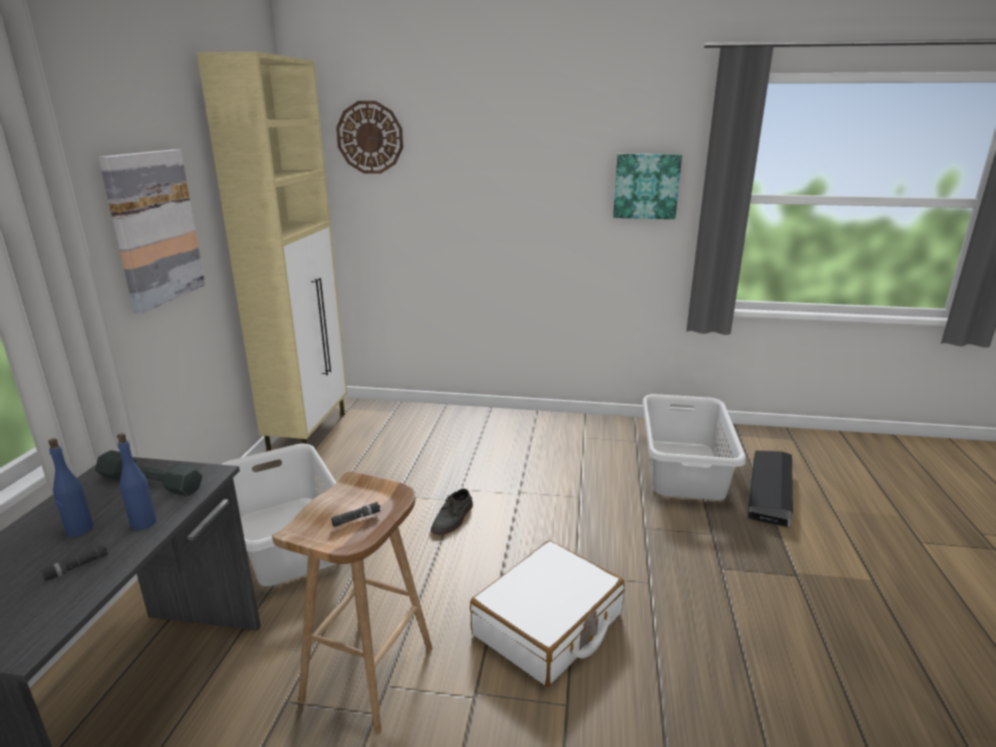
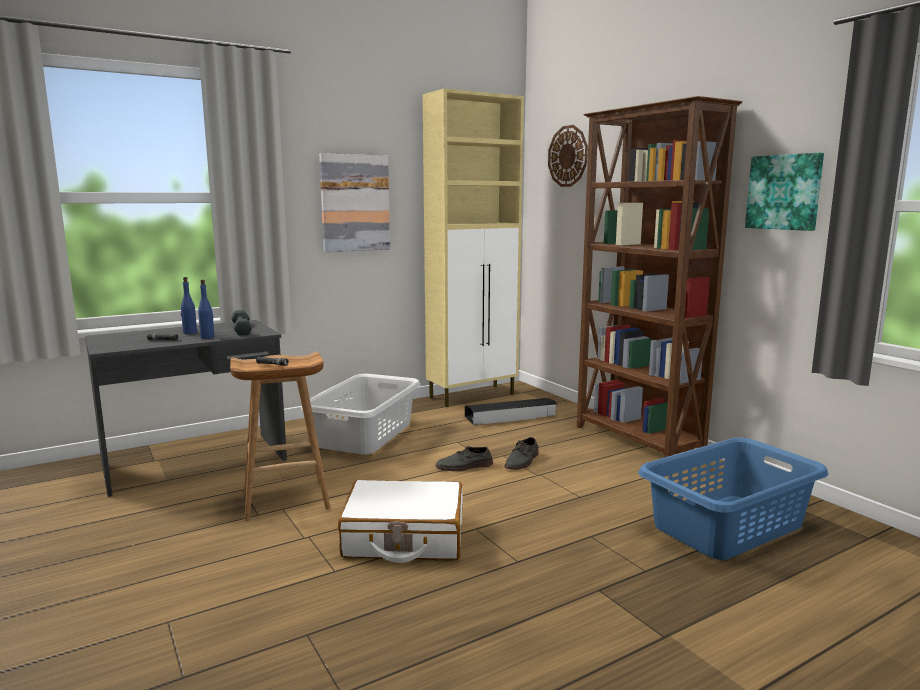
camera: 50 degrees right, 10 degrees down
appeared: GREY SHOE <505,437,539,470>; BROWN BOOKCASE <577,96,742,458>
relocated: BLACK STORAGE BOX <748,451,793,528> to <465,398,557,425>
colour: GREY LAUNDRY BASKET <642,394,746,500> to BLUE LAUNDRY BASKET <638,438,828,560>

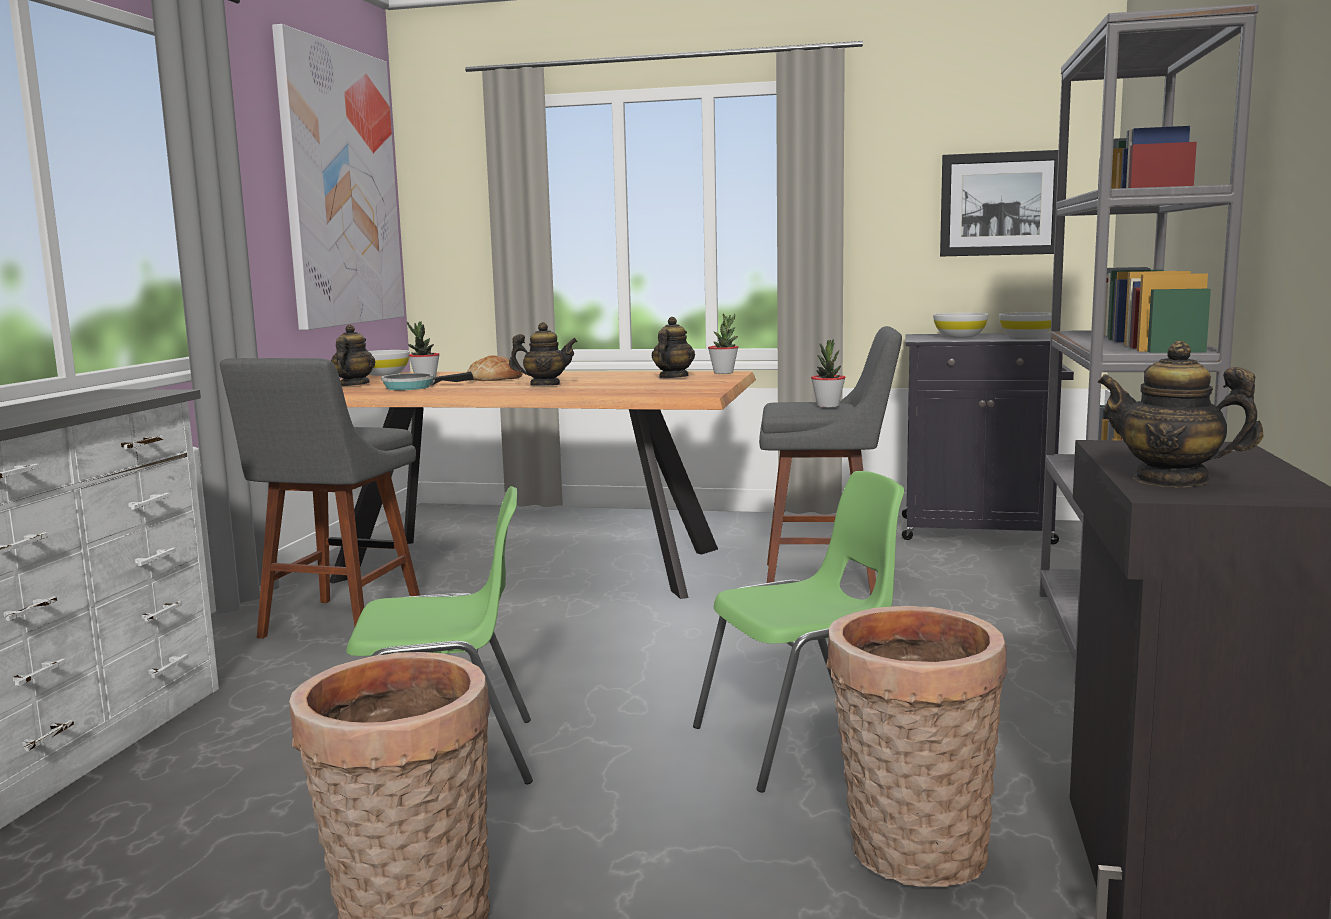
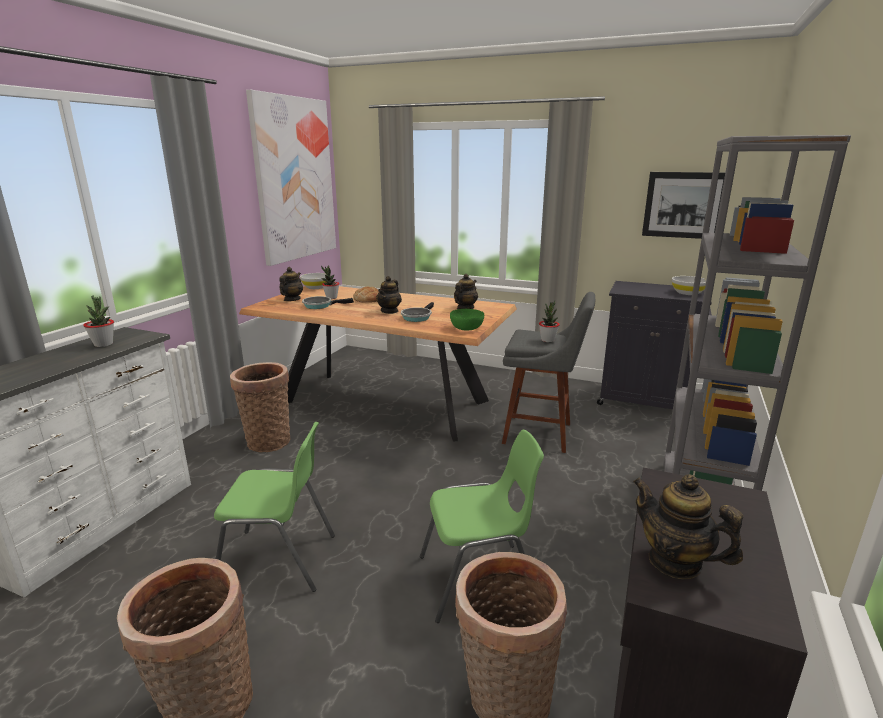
camera: 10 degrees right, 10 degrees up
missing: WHITE BOWL <933,313,989,338>
appeared: FRYING PAN <401,302,434,322>; GREEN BOWL <450,309,484,331>
relocated: POTTED PLANT <708,314,738,374> to <83,296,114,347>
exchanged: GREY STOOL <220,358,420,639> to BASKET <230,362,290,452>
spun: TEAPOT <509,322,578,386> = <376,276,402,314> 105 degrees clockwise

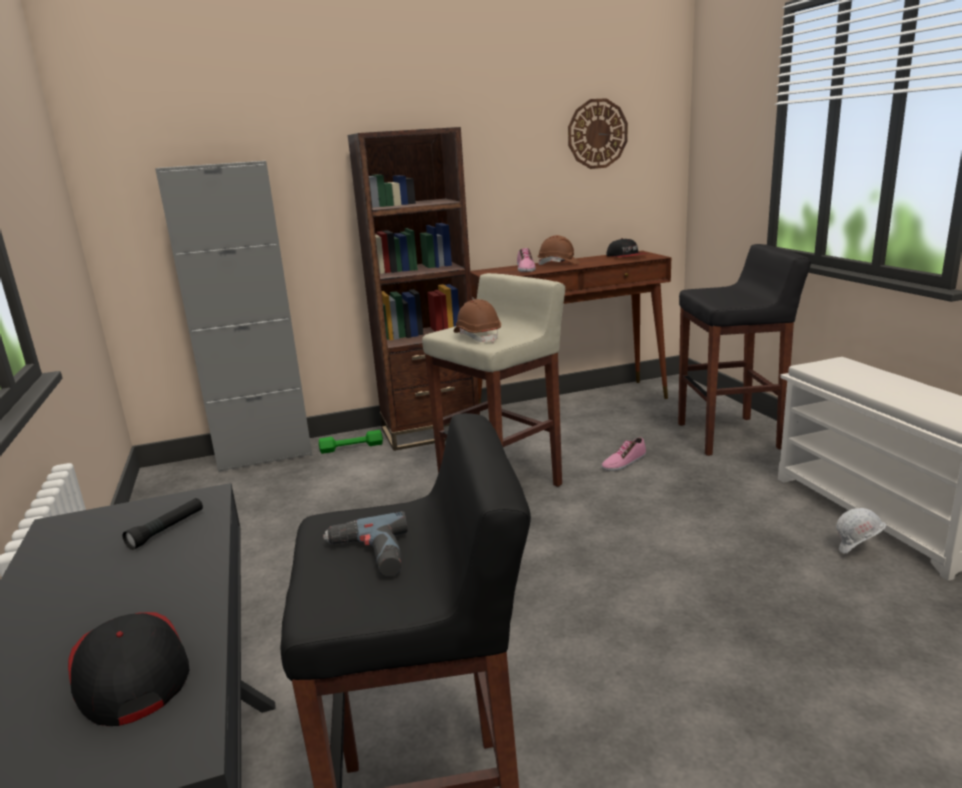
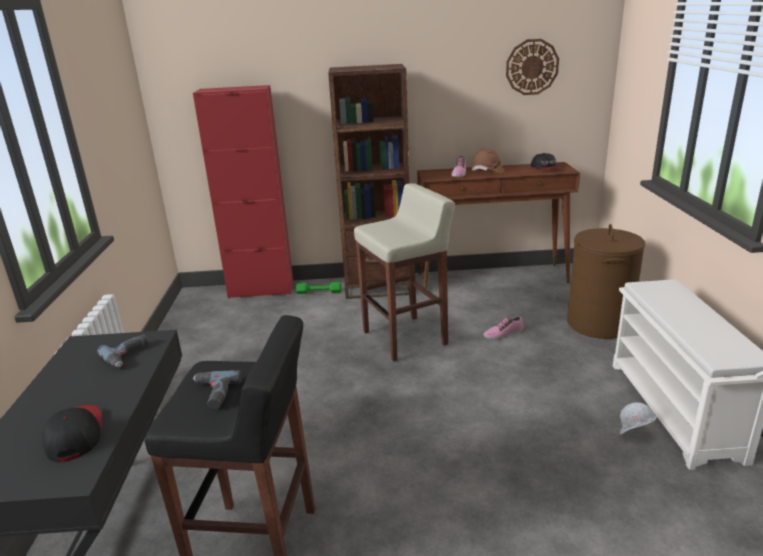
camera: 15 degrees right, 5 degrees up
missing: BROWN HARD HAT <454,299,501,343>
exchanged: BLACK FLASHLIGHT <122,498,203,550> to POWER DRILL <97,335,148,368>; BLACK STOOL <678,244,811,456> to BROWN LAUNDRY BASKET <567,224,646,339>
colour: GREY CABINET <155,161,312,473> to RED CABINET <193,85,294,299>

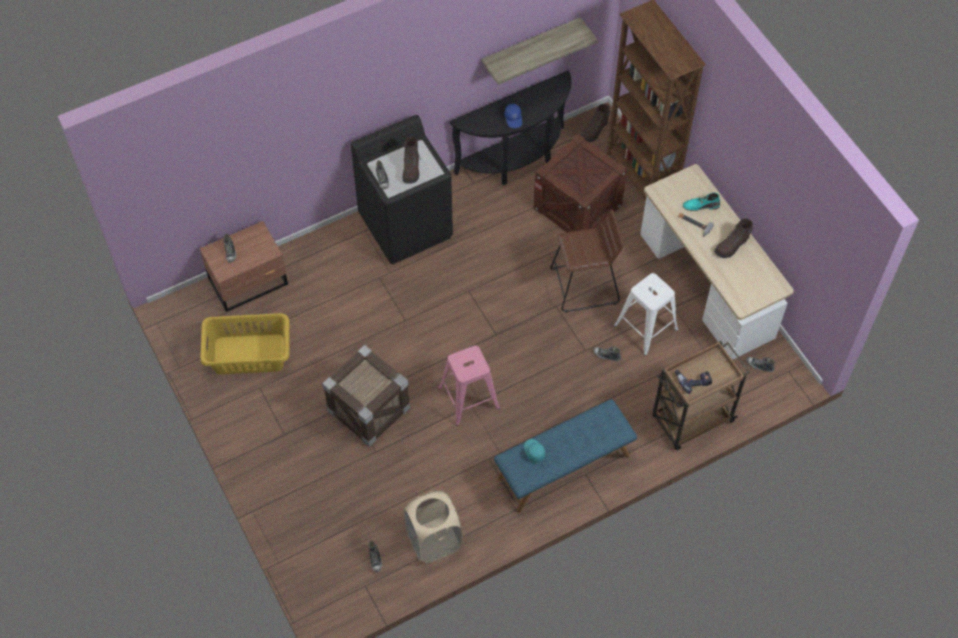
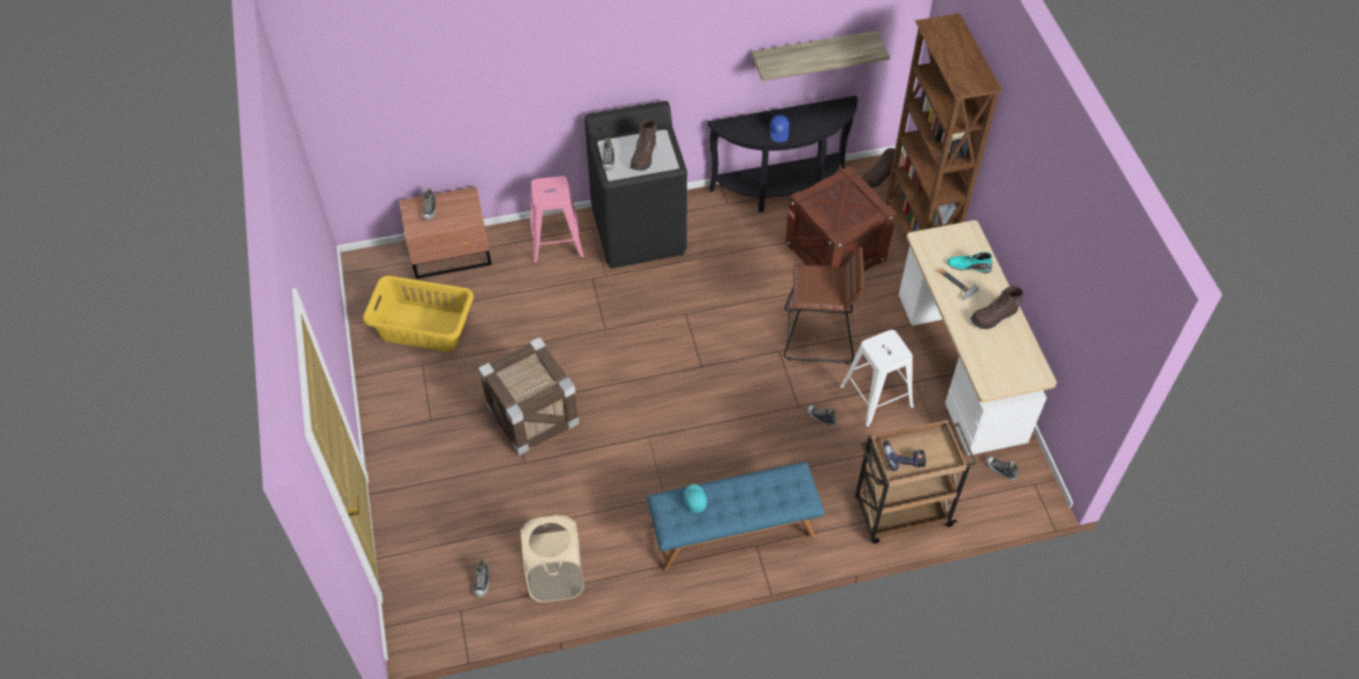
camera: 15 degrees right, 5 degrees down
relocated: PINK STOOL <438,345,500,426> to <529,176,584,264>

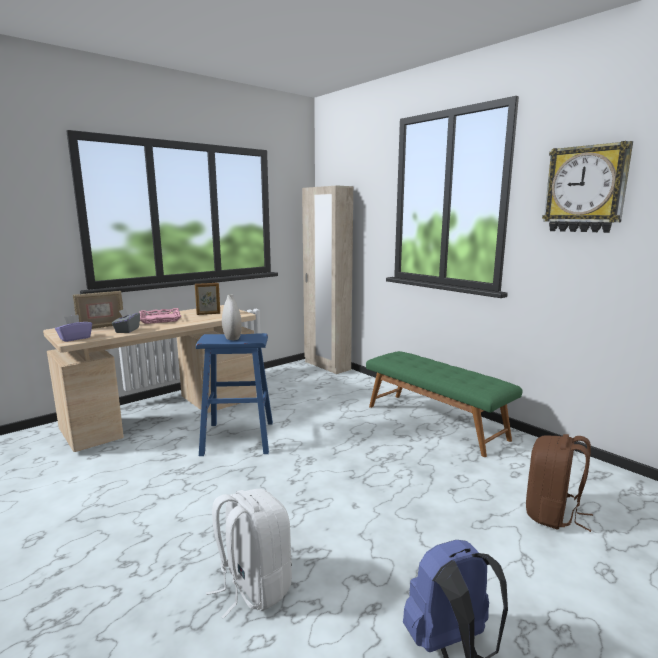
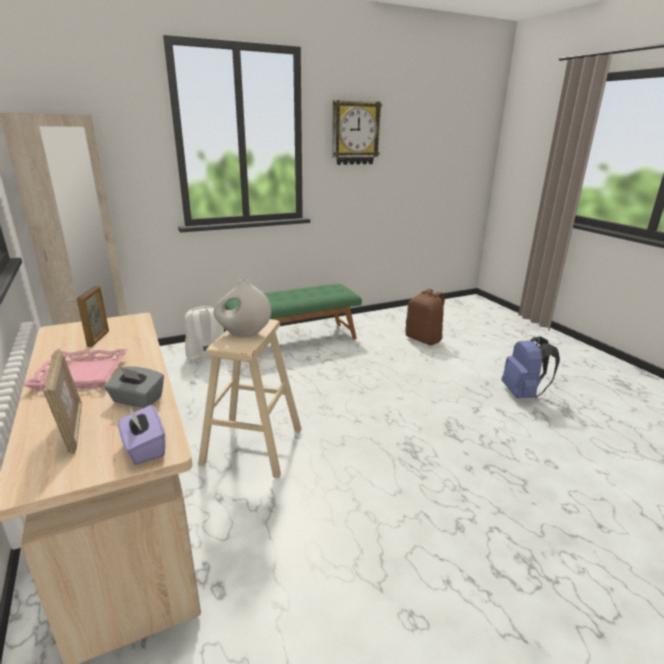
camera: 75 degrees left, 10 degrees up
relocated: WHITE BACKPACK <206,489,292,619> to <185,306,224,367>
colour: BLUE STOOL <196,333,273,456> to BEIGE STOOL <198,319,302,478>

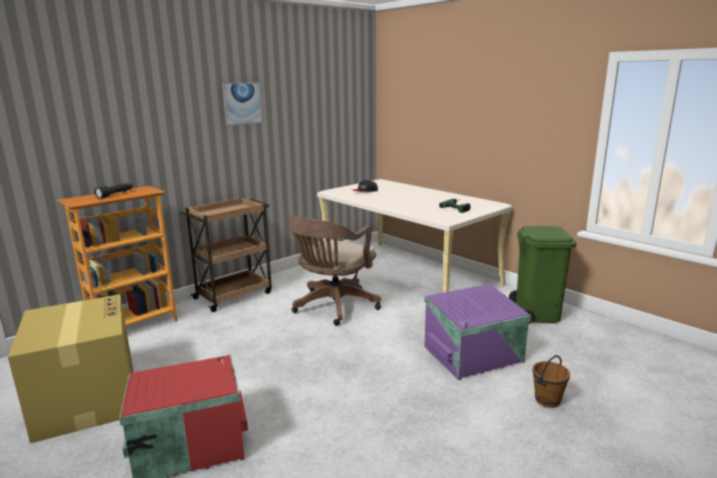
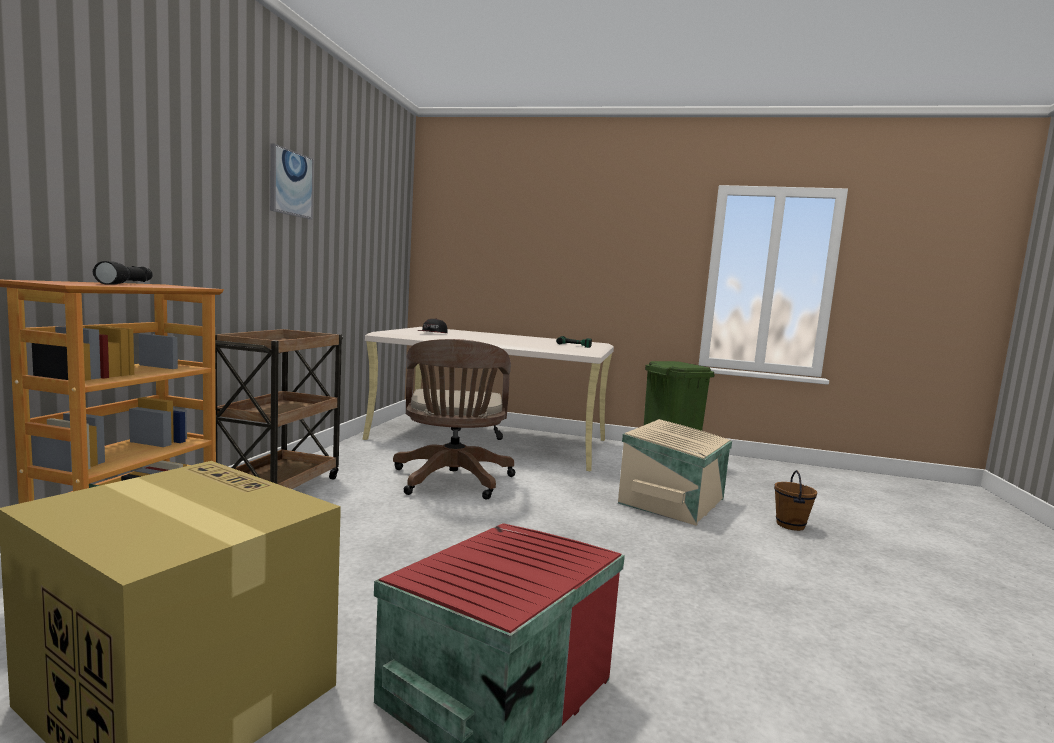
camera: 35 degrees left, 10 degrees down
colour: PURPLE STORAGE BOX <424,284,531,380> to BEIGE STORAGE BOX <618,419,732,526>

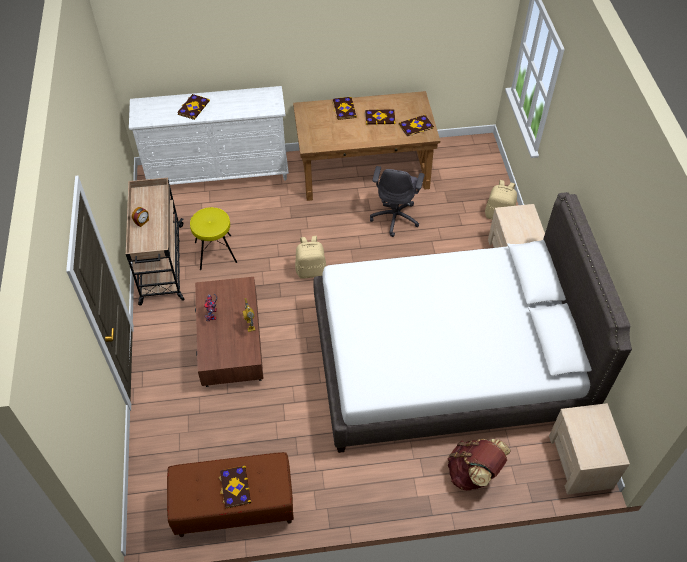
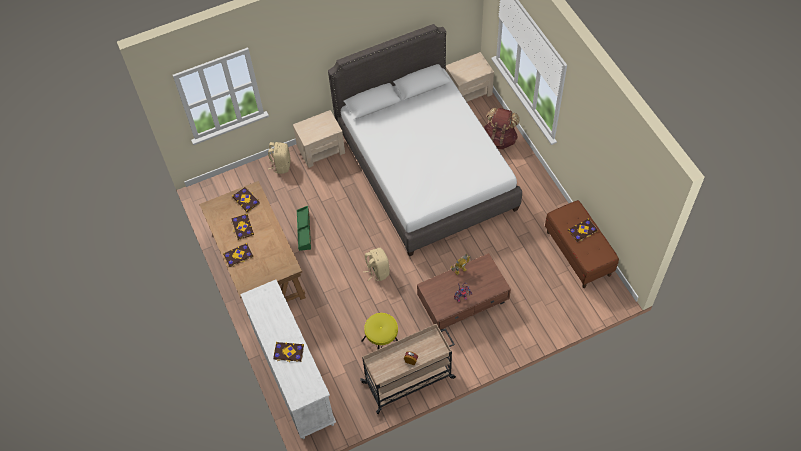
camera: 105 degrees left, 5 degrees up
exchanged: GREY OFFICE CHAIR <370,166,425,237> to GREEN STORAGE BOX <297,206,311,251>

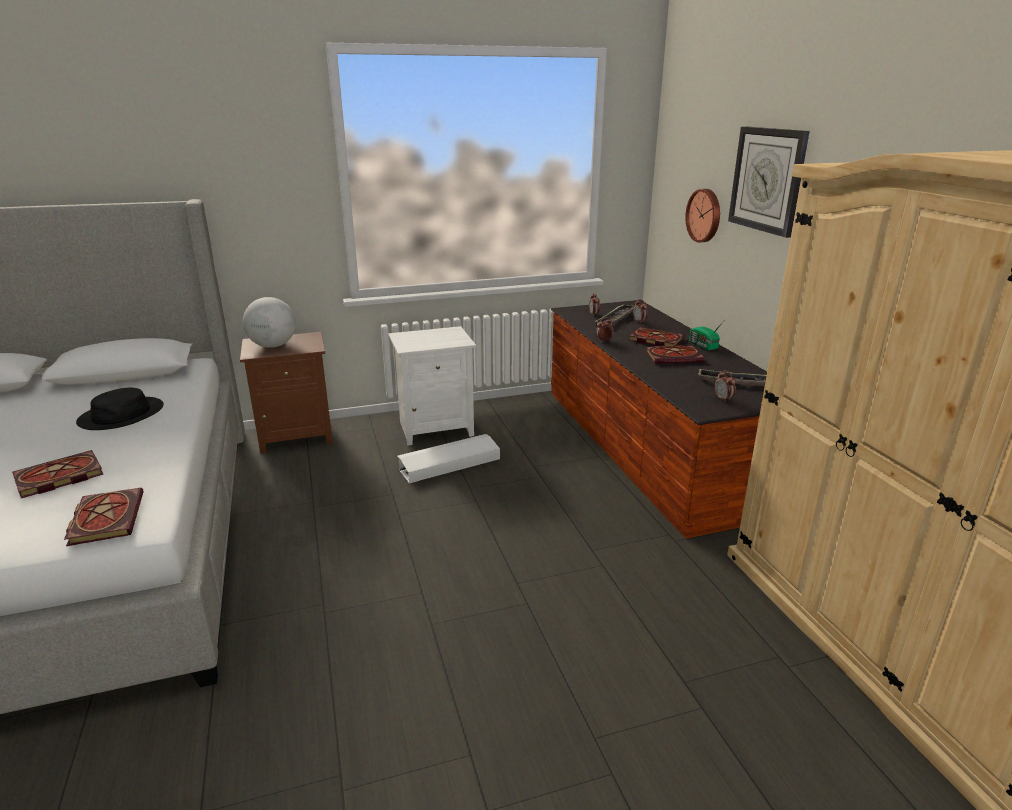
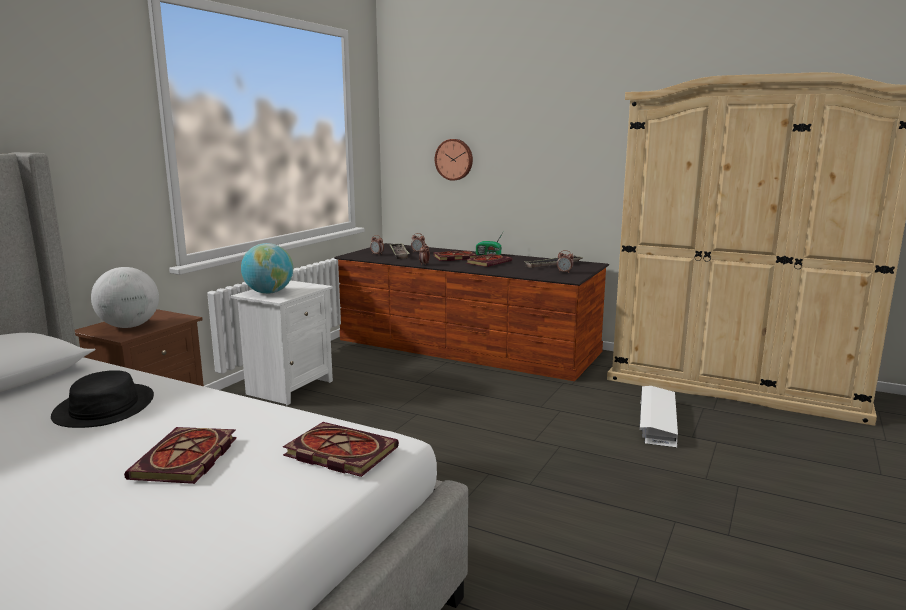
camera: 45 degrees left, 10 degrees down
missing: WALL CLOCK <728,126,810,238>
appeared: GLOBE <241,243,293,294>
relocated: WHITE STORAGE BOX <397,434,500,484> to <639,386,678,447>

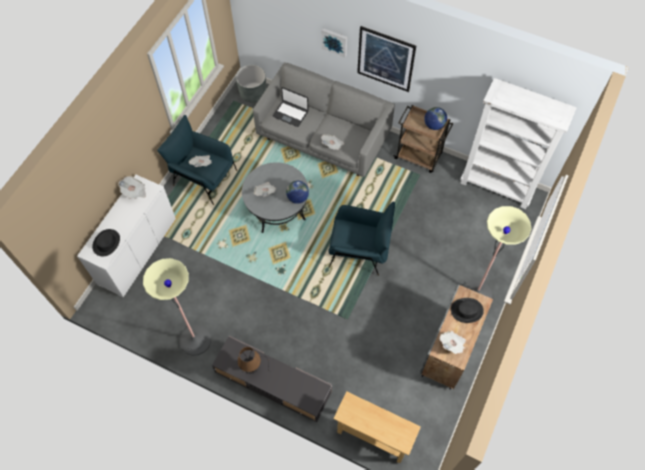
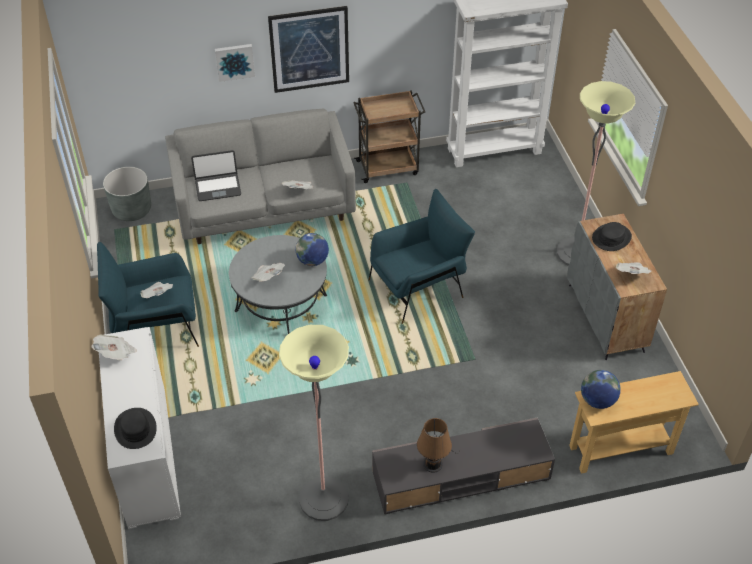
camera: 40 degrees left, 15 degrees down
relocated: GLOBE <424,107,447,130> to <581,370,621,409>

